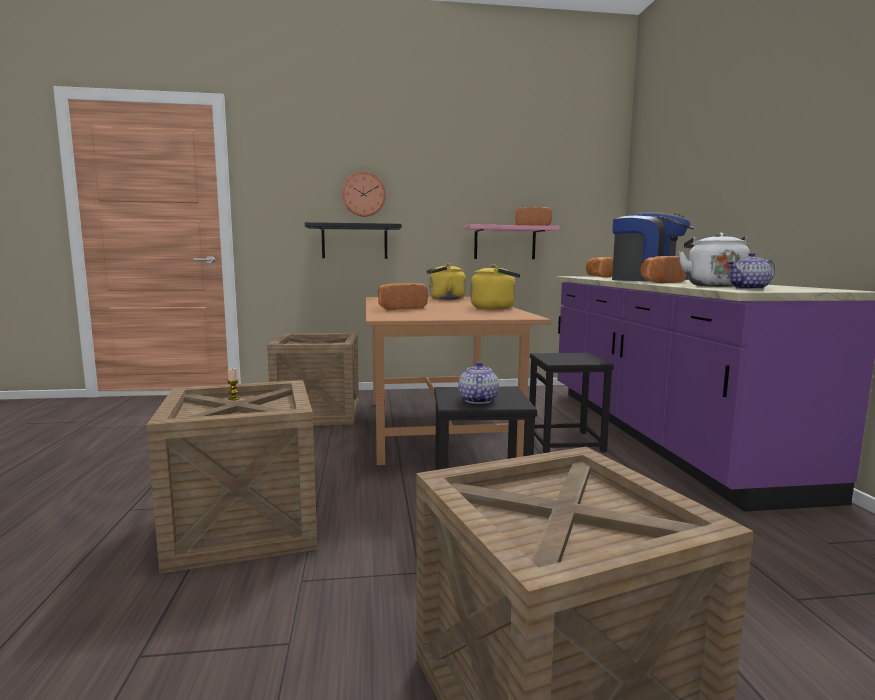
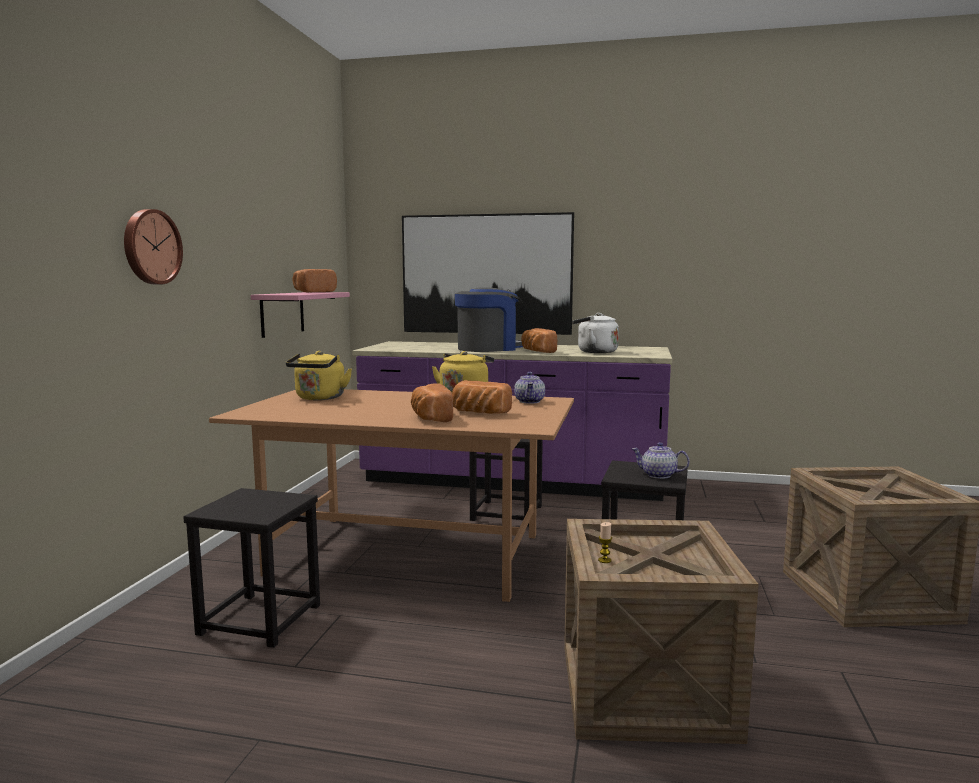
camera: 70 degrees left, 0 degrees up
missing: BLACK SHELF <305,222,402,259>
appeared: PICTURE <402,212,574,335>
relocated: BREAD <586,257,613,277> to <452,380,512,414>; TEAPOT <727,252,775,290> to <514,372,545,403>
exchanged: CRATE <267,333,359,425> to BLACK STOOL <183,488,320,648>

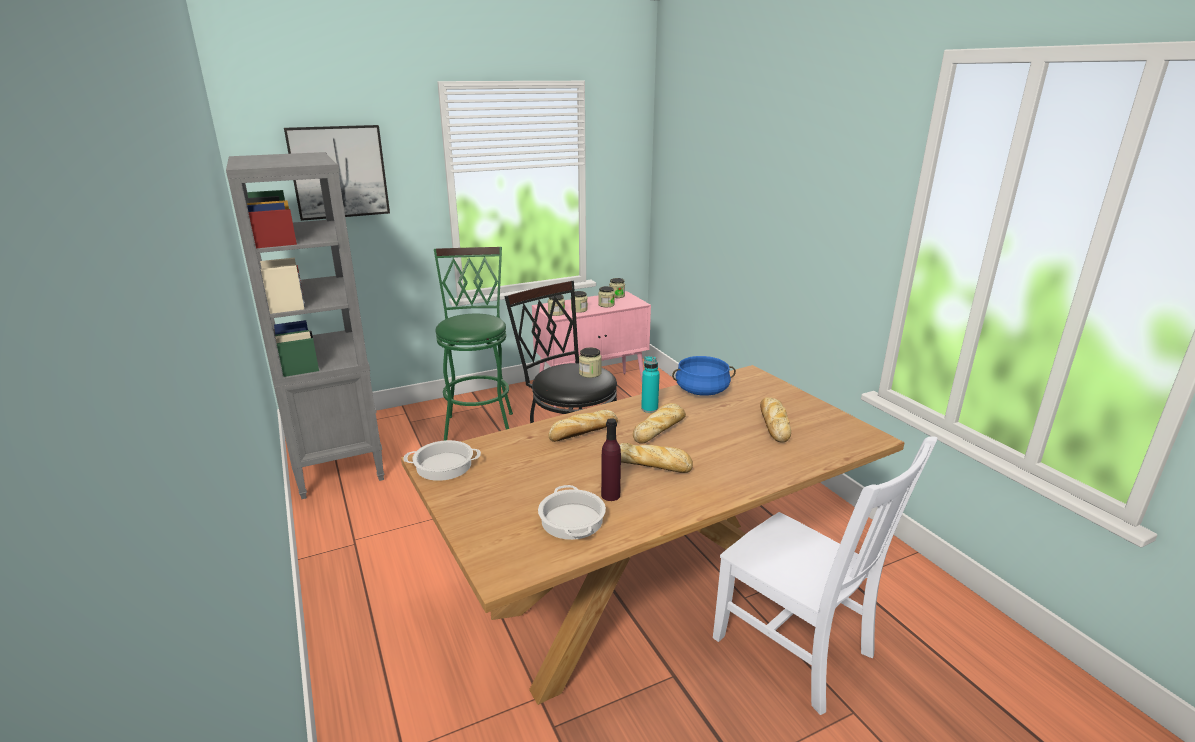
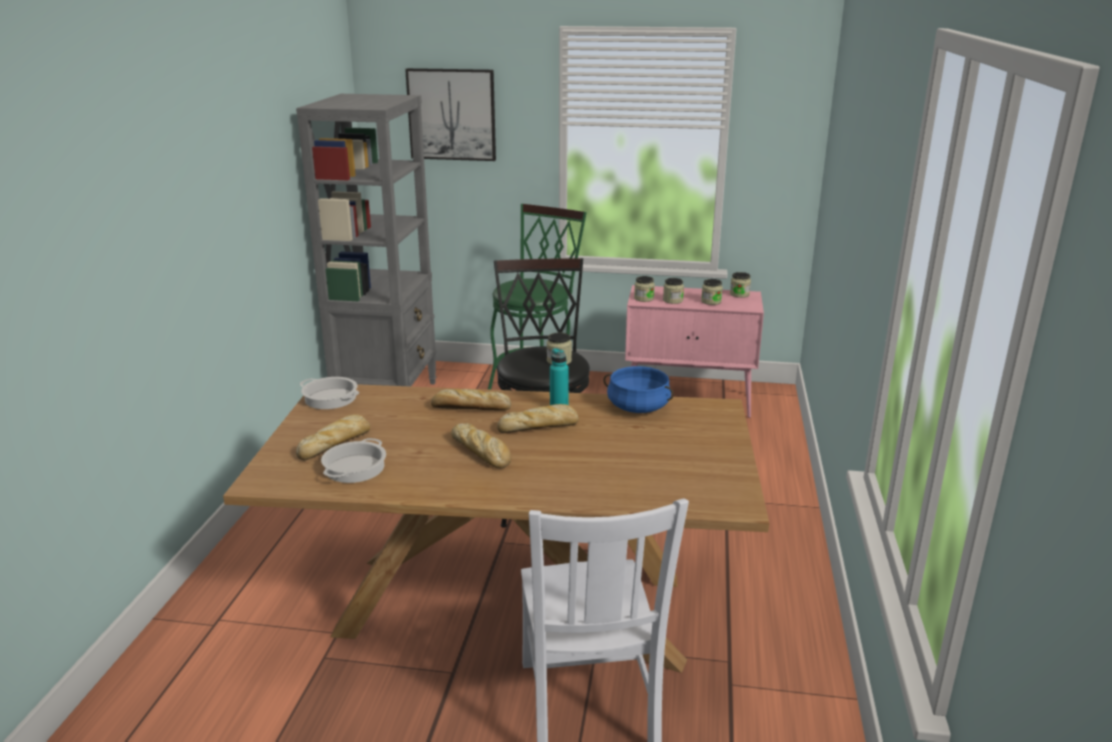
camera: 35 degrees right, 0 degrees up
missing: PURPLE BOTTLE <601,418,621,501>
relocated: BREAD <760,397,791,443> to <296,414,370,460>

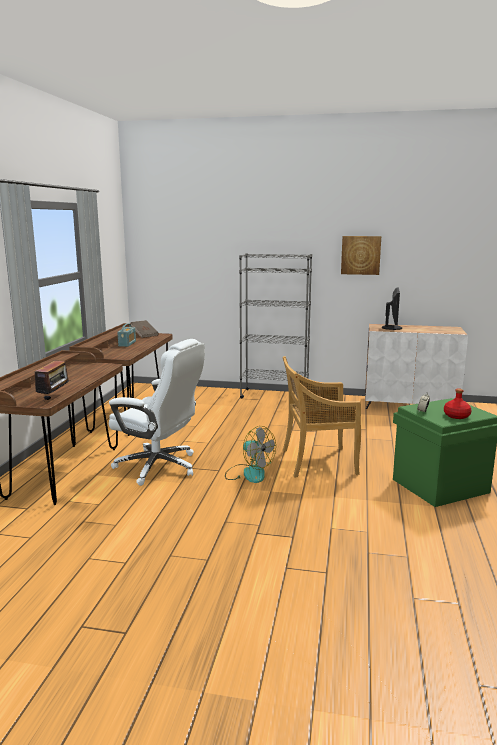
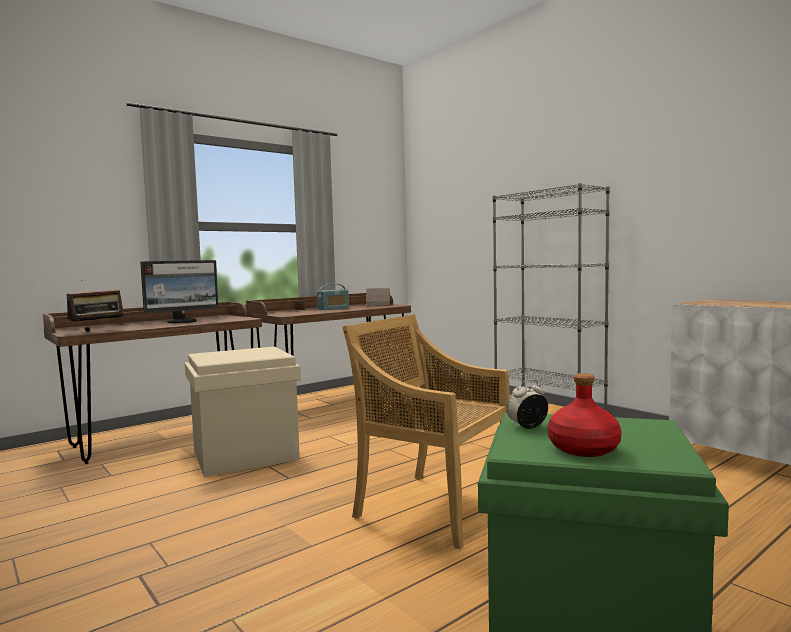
camera: 40 degrees right, 10 degrees down
missing: FAN <225,426,276,483>; PICTURE <341,236,381,275>
relocated: MONITOR <382,288,402,330> to <140,260,219,323>
exchanged: WHITE OFFICE CHAIR <109,339,205,486> to BEIGE STORAGE BOX <185,347,301,477>

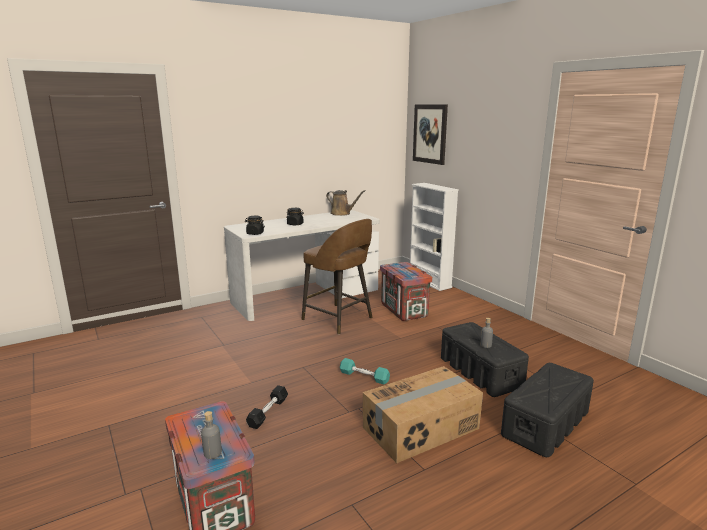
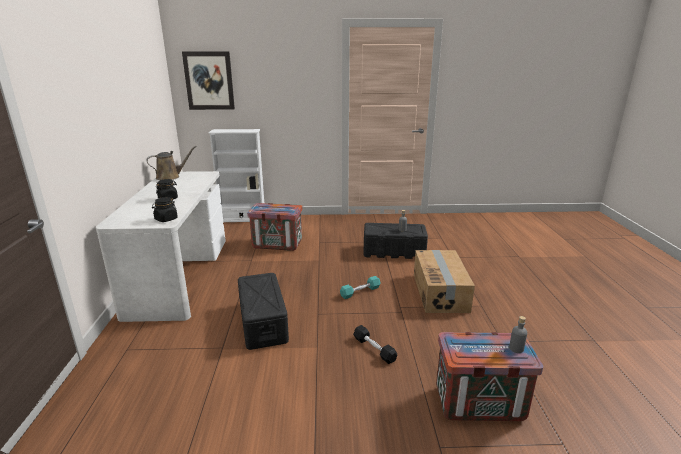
camera: 60 degrees left, 5 degrees up
missing: BROWN STOOL <302,219,372,334>
relocated: BLACK STORAGE BOX <501,363,594,457> to <238,273,289,350>

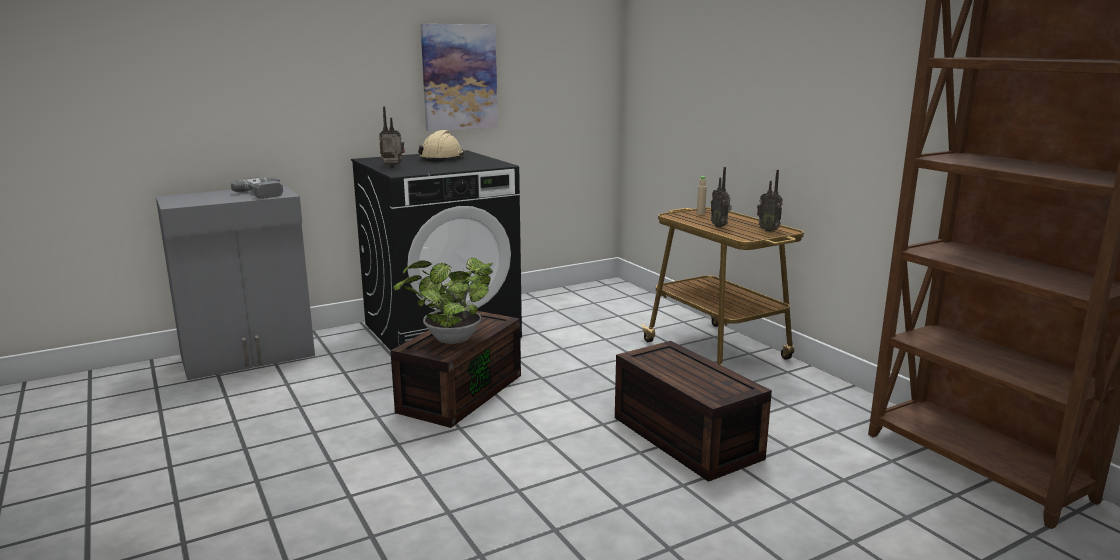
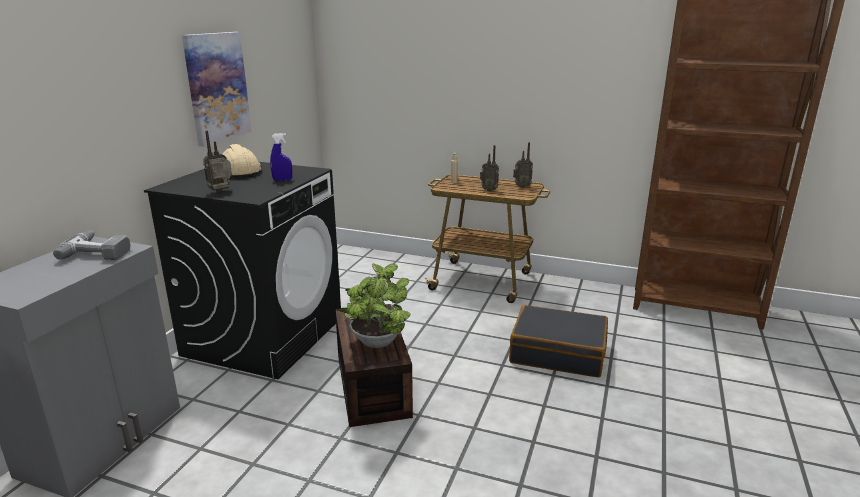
camera: 40 degrees left, 5 degrees up
appeared: BLUE SPRAY BOTTLE <270,133,292,181>
exchanged: BROWN STORAGE BOX <615,341,772,482> to BLACK SUITCASE <509,305,608,378>

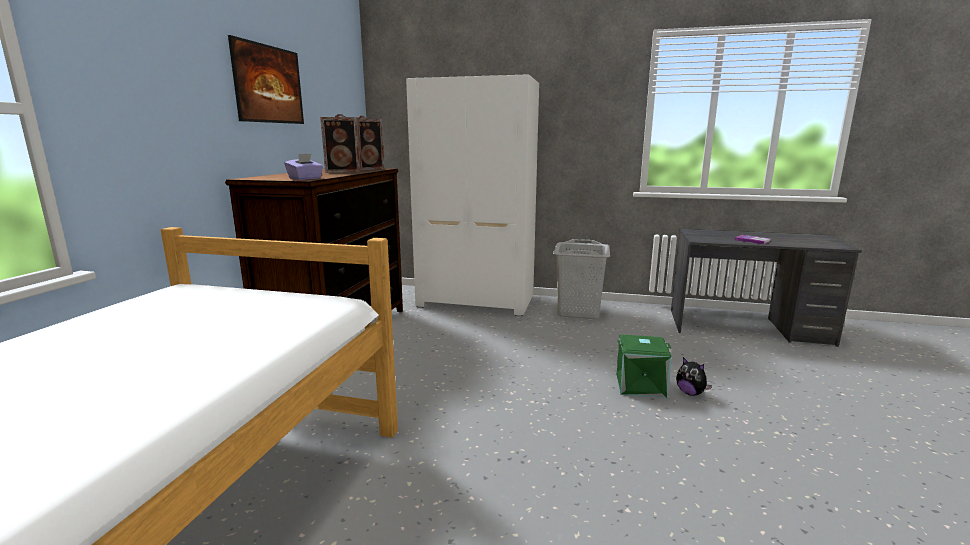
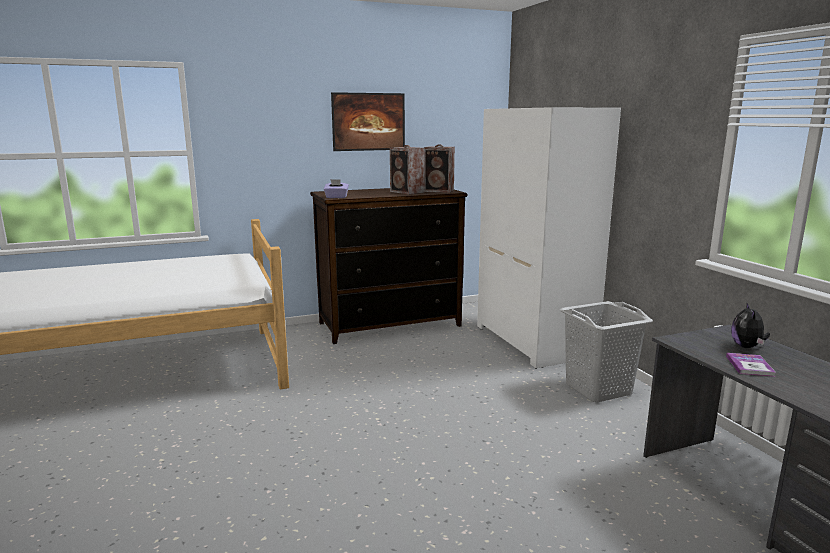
camera: 55 degrees right, 0 degrees up
missing: GREEN STORAGE BOX <616,335,672,399>
relocated: PLUSH TOY <676,357,712,396> to <731,303,770,348>

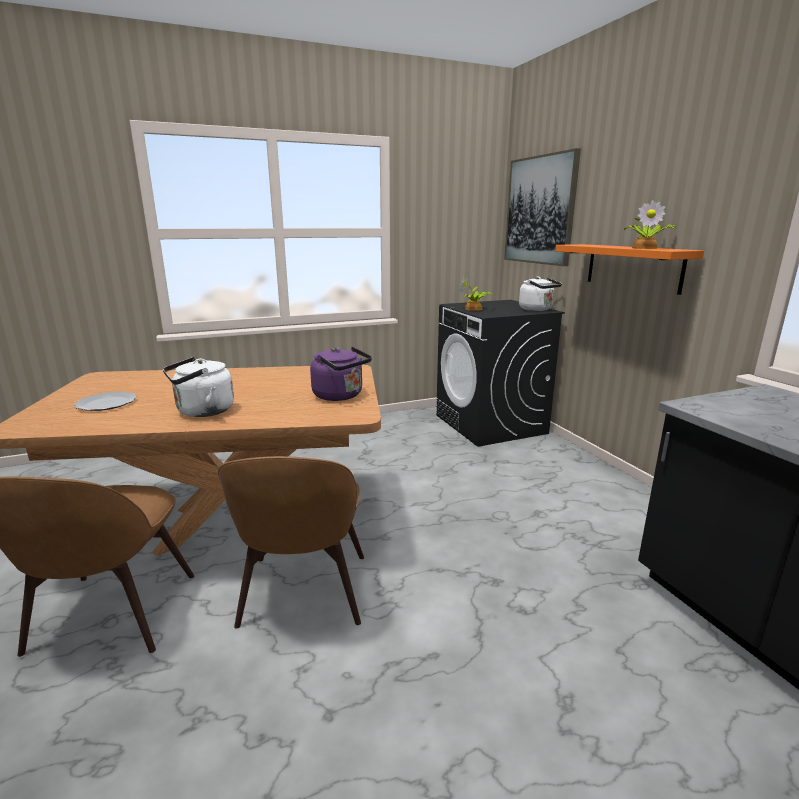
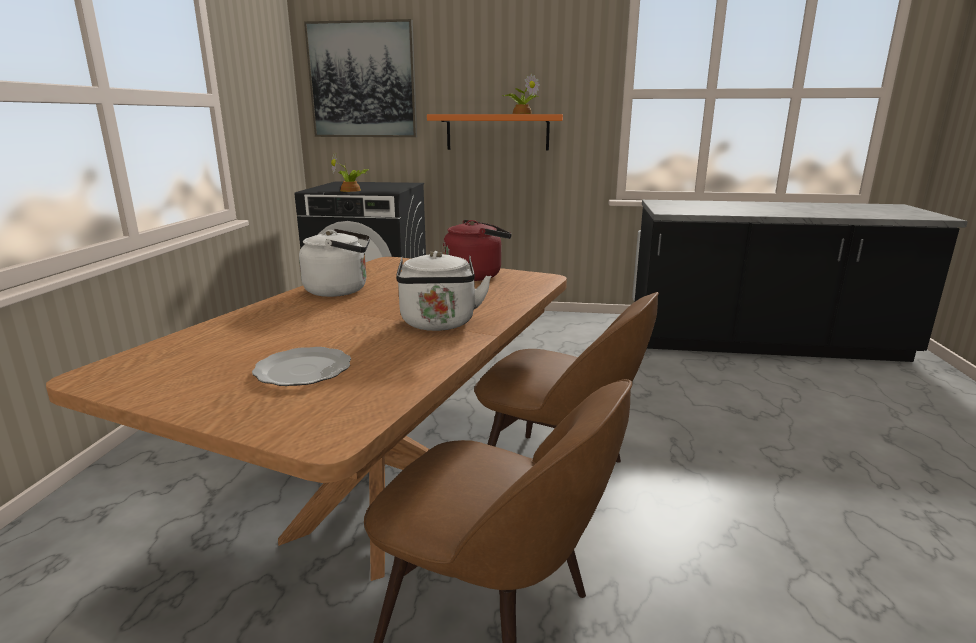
camera: 60 degrees left, 0 degrees up
relocated: WHITE KETTLE <519,276,562,311> to <299,229,370,297>
colour: PURPLE KETTLE <310,347,372,401> to RED KETTLE <443,220,512,281>

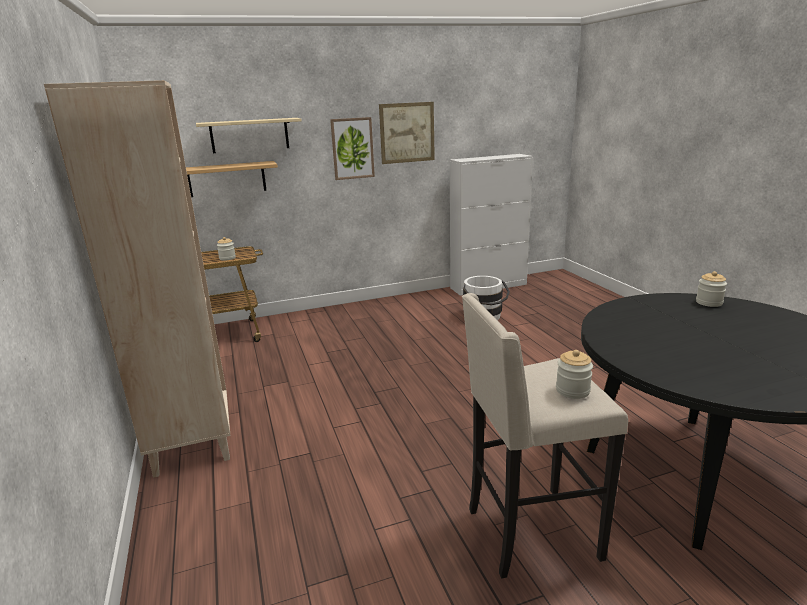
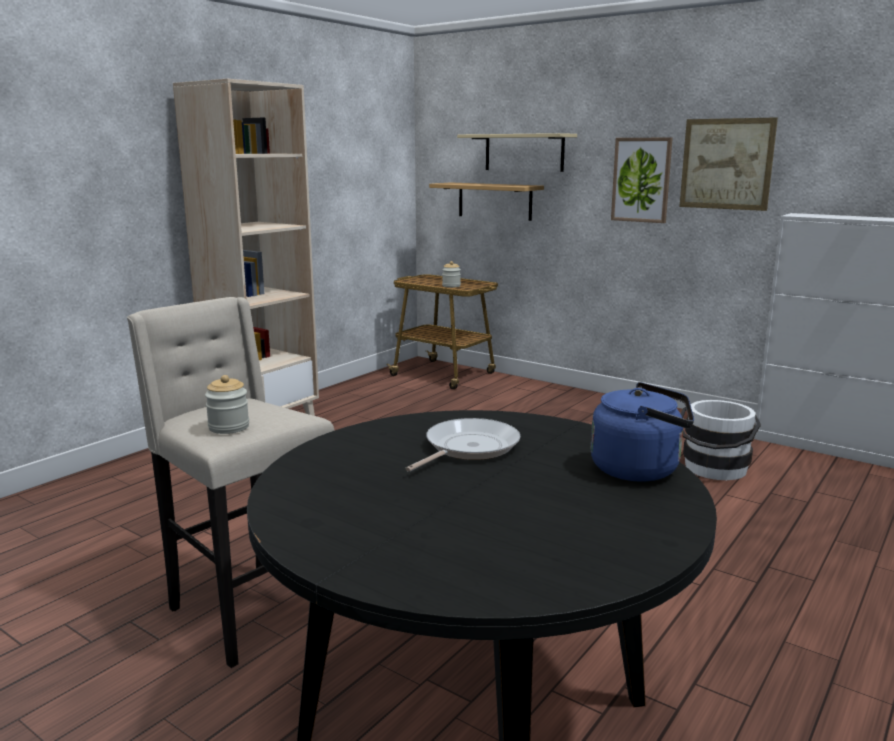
camera: 55 degrees right, 5 degrees down
appeared: FRYING PAN <405,418,520,472>
exchanged: JAR <696,271,727,307> to BLUE KETTLE <591,382,694,482>

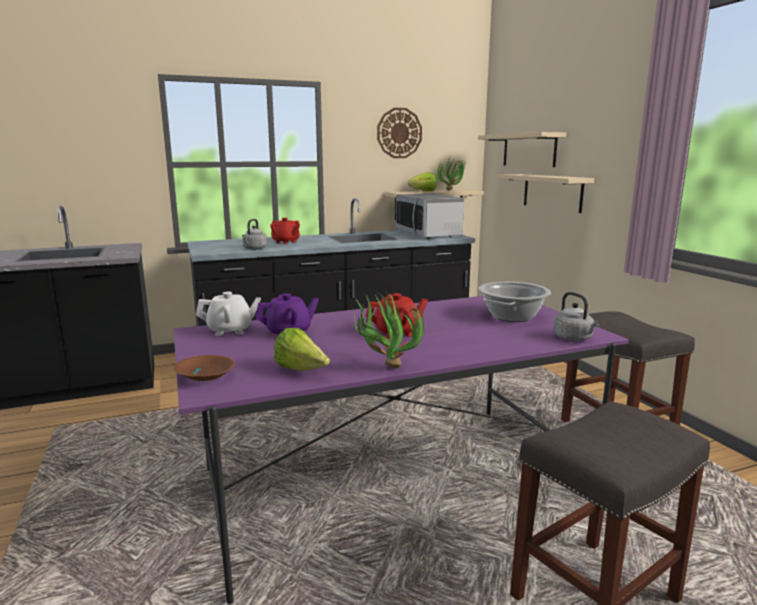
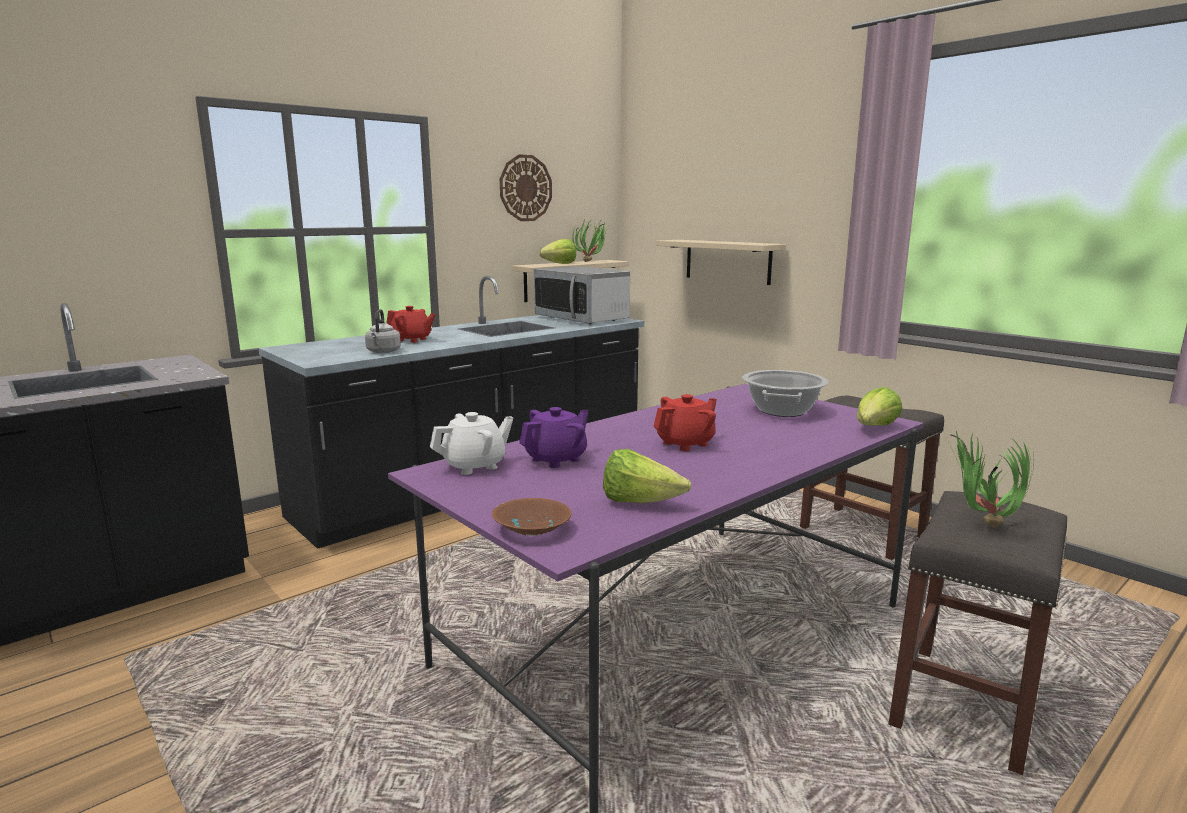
camera: 20 degrees left, 0 degrees up
missing: BEIGE SHELF <478,132,566,167>
relocated: POTTED PLANT <354,289,424,369> to <948,430,1034,528>
exchanged: GREY KETTLE <553,292,600,341> to LETTUCE <857,387,902,426>

